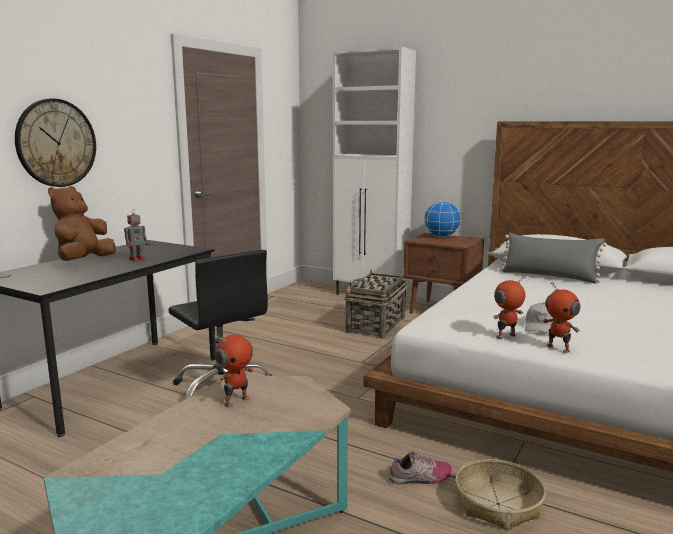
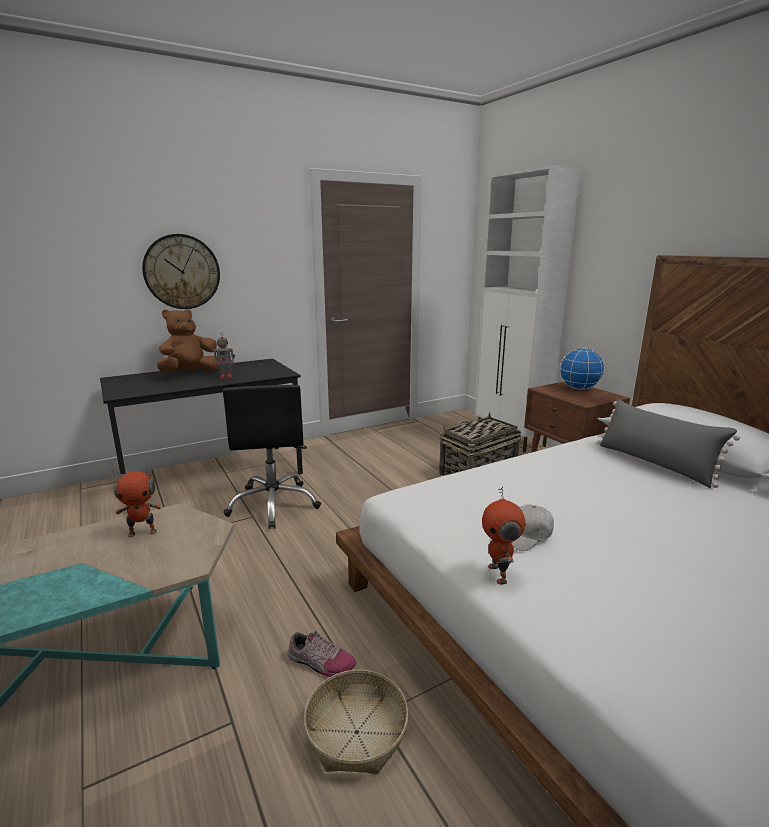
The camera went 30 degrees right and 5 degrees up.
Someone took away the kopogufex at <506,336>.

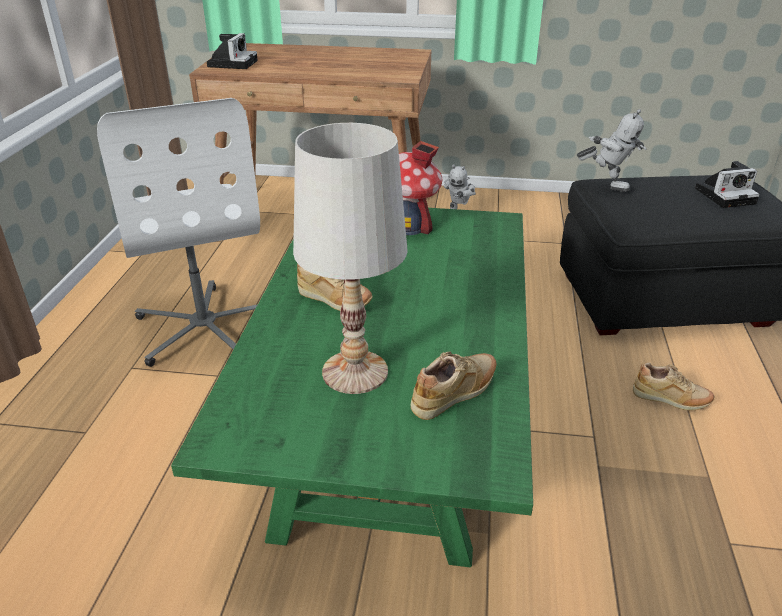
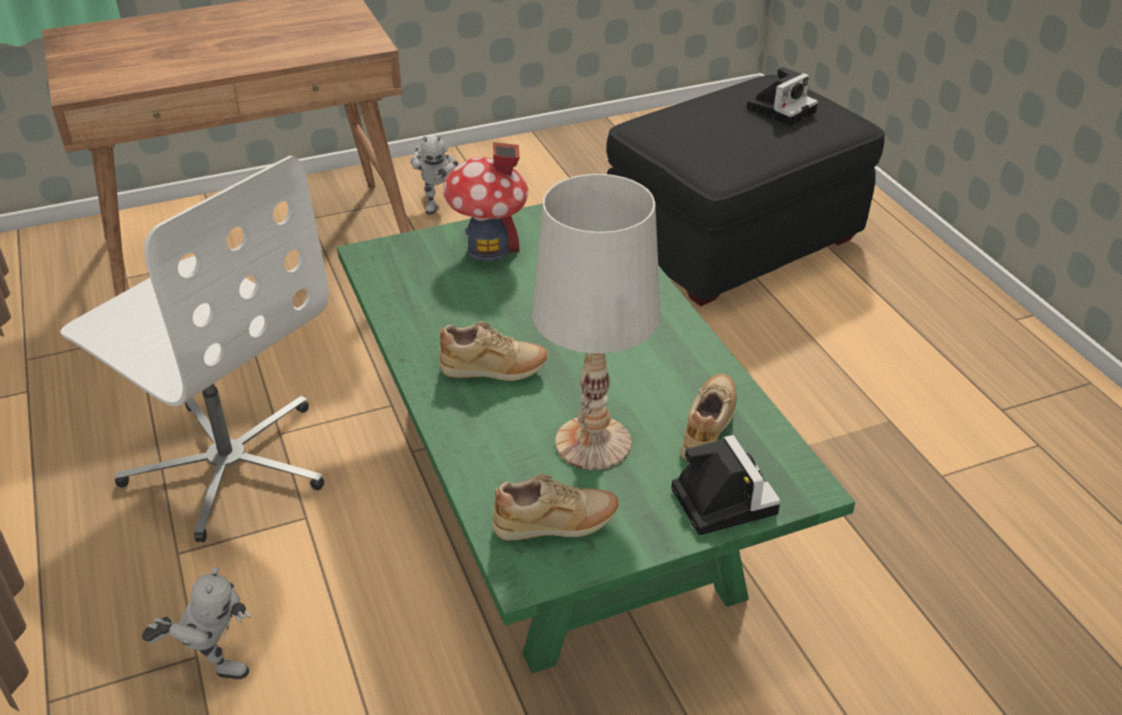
The camera went 30 degrees left and 5 degrees up.
Someone carried the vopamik from <232,63> to <720,498>.
Someone carried the kopogufex from <606,185> to <211,663>.
Someone carried the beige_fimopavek from <670,400> to <556,526>.

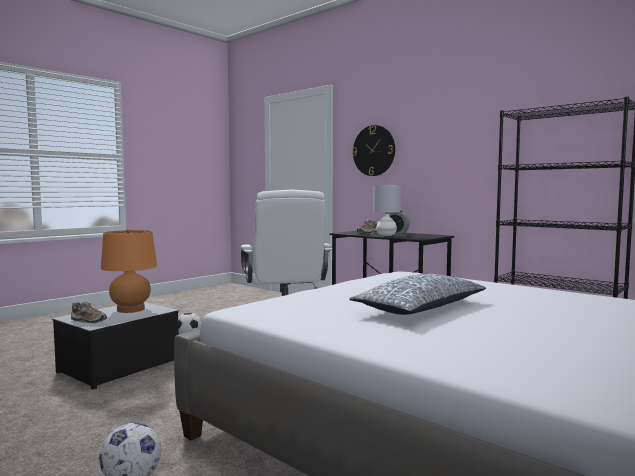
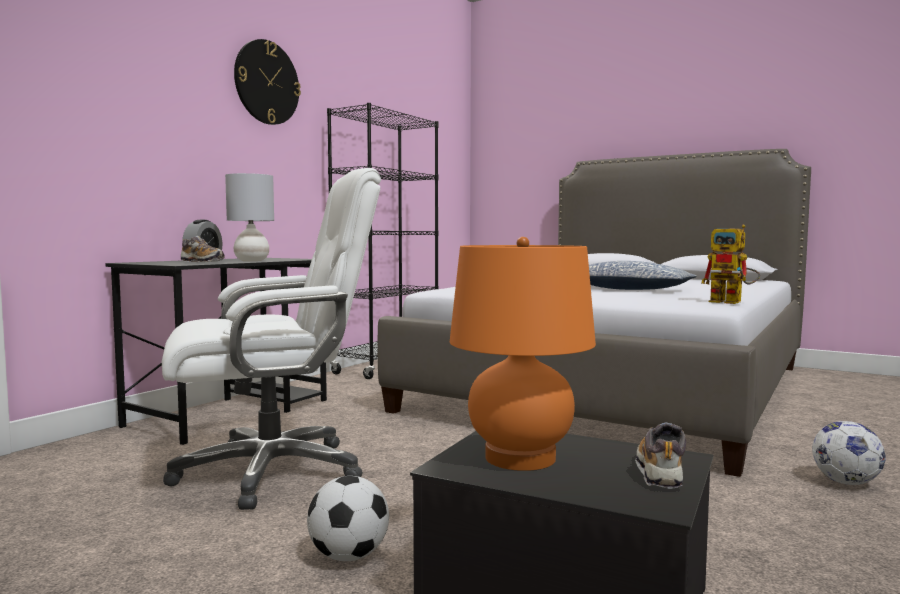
The camera went 100 degrees left and 0 degrees up.
Someone carried the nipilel from <374,150> to <267,82>.
Someone put down the kopogufex at <733,302>.

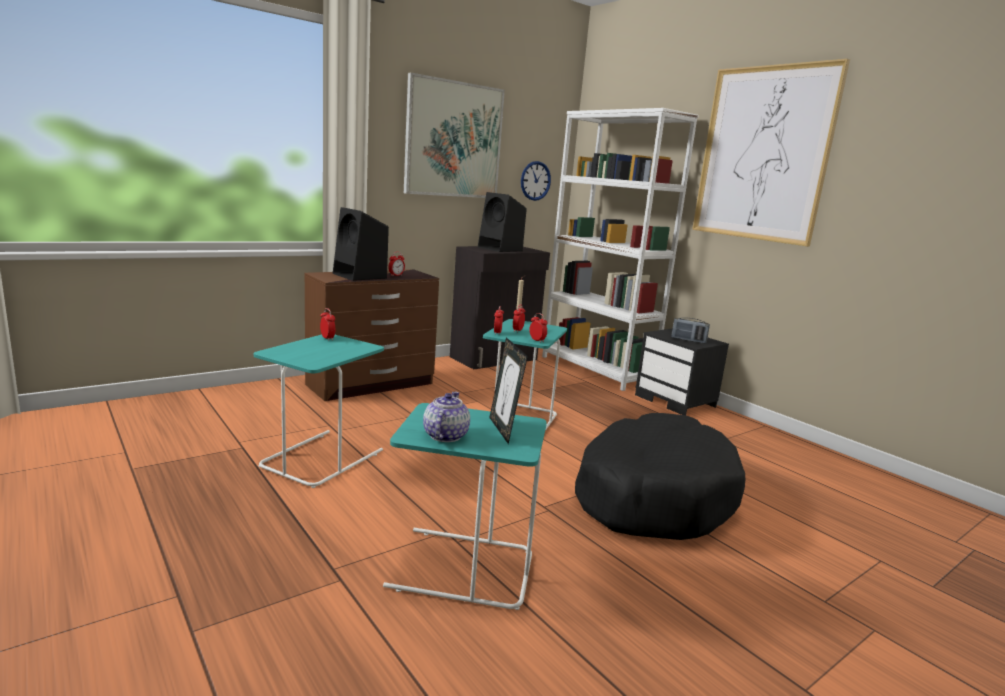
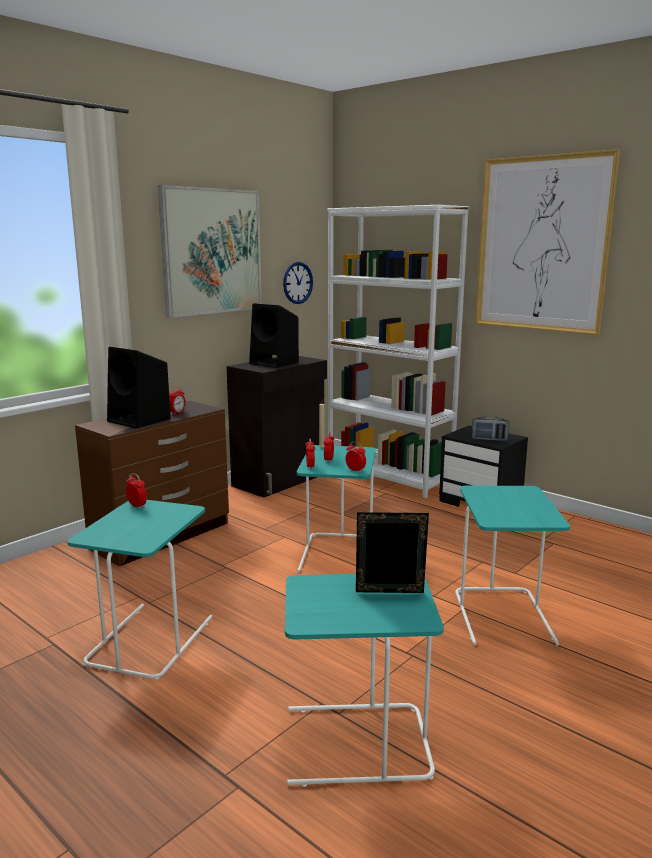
The camera went 10 degrees left and 0 degrees up.
Someone rotated the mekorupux at <503,430> by 120 degrees clockwise.
Someone took away the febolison at <445,436>.
Someone swapped the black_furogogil at <652,495> for the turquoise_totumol at <504,617>.

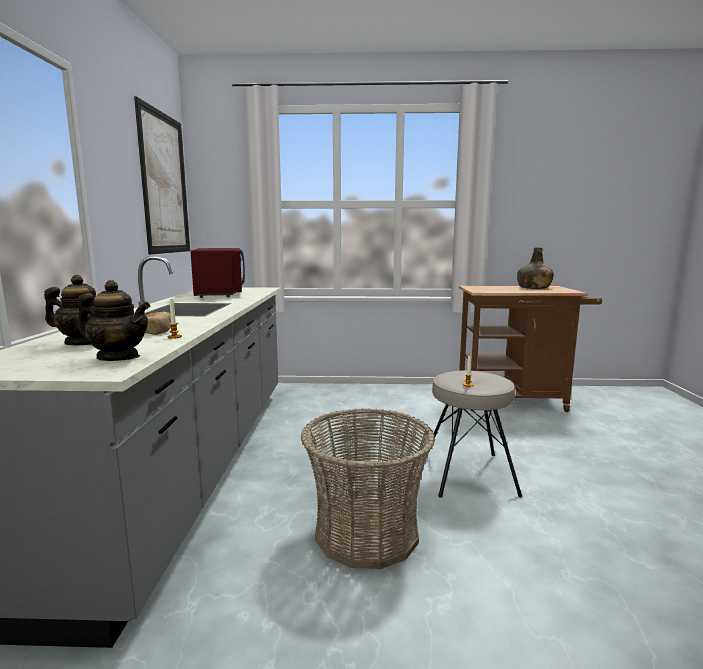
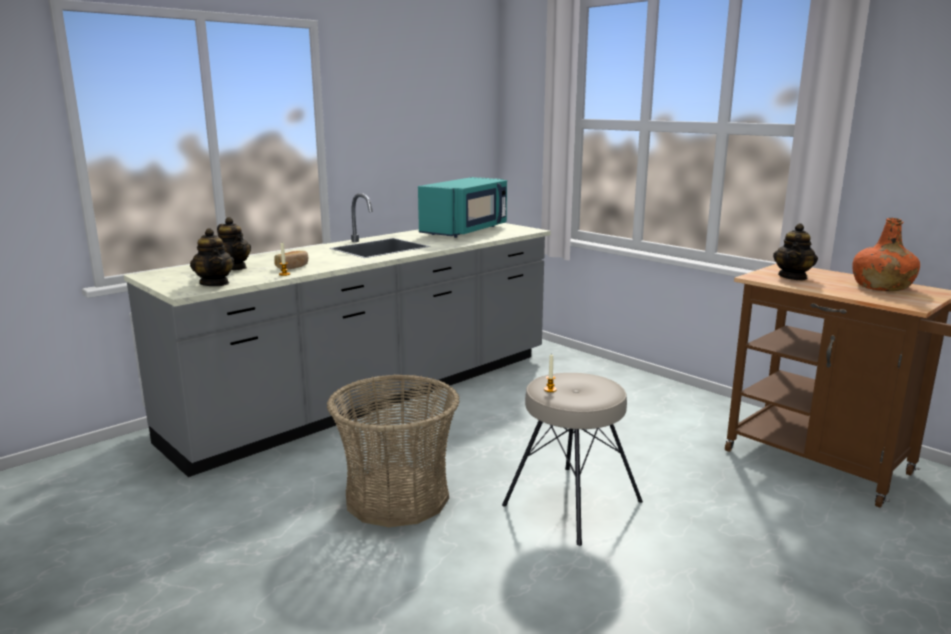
The camera went 45 degrees right and 5 degrees up.
Someone took away the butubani at <165,184>.
Someone repainted the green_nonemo at <533,288>, which became the orange_nonemo at <881,287>.
Someone repainted the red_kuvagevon at <220,293>, which became the turquoise_kuvagevon at <466,231>.
Someone put down the febolison at <793,277>.

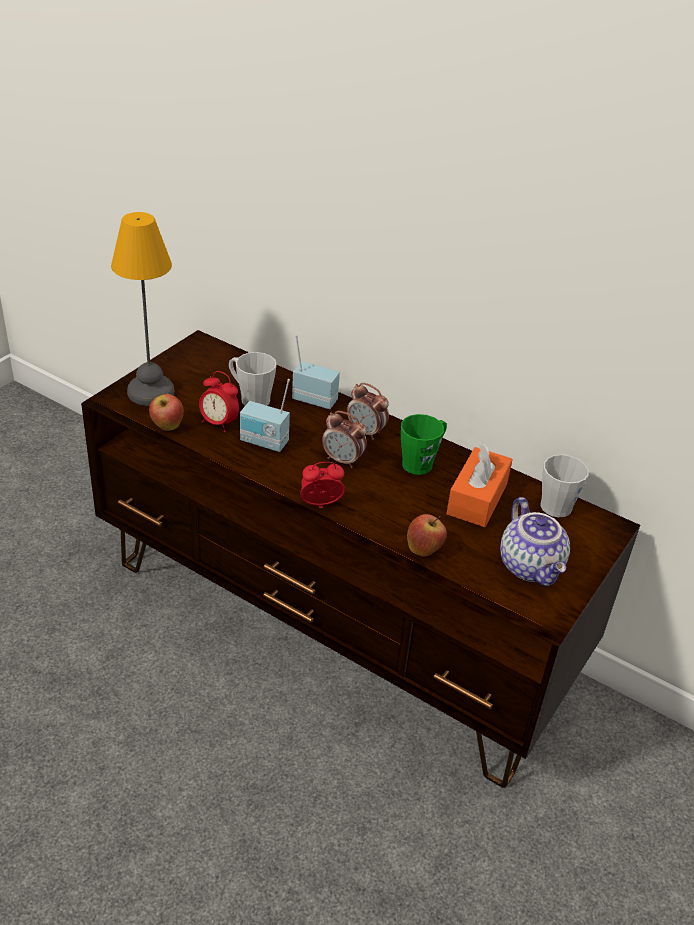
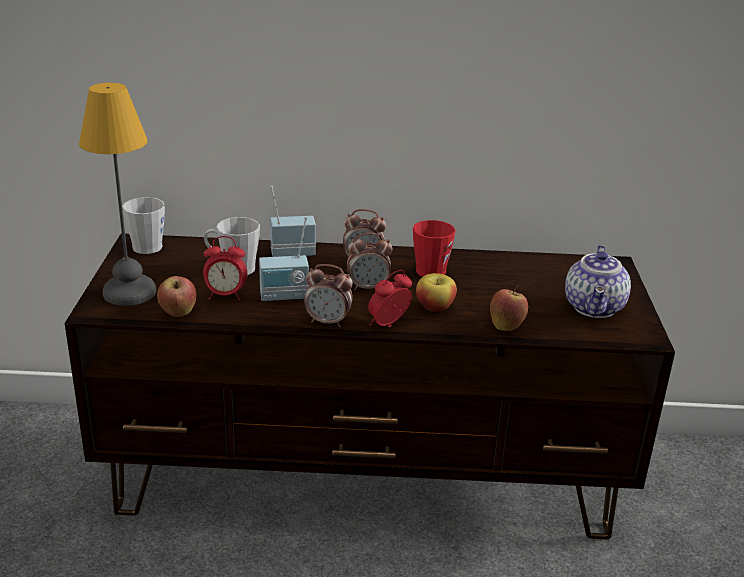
The camera went 30 degrees left and 10 degrees down.
Someone repainted the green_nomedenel at <421,462>, which became the red_nomedenel at <432,268>.
Someone took away the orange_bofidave at <477,498>.
Someone carried the grey_nomedenel from <556,502> to <146,244>.
Someone rotated the febolison at <532,567> by 60 degrees clockwise.
Someone put down the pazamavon at <328,322>.
Someone put down the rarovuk at <434,307>.

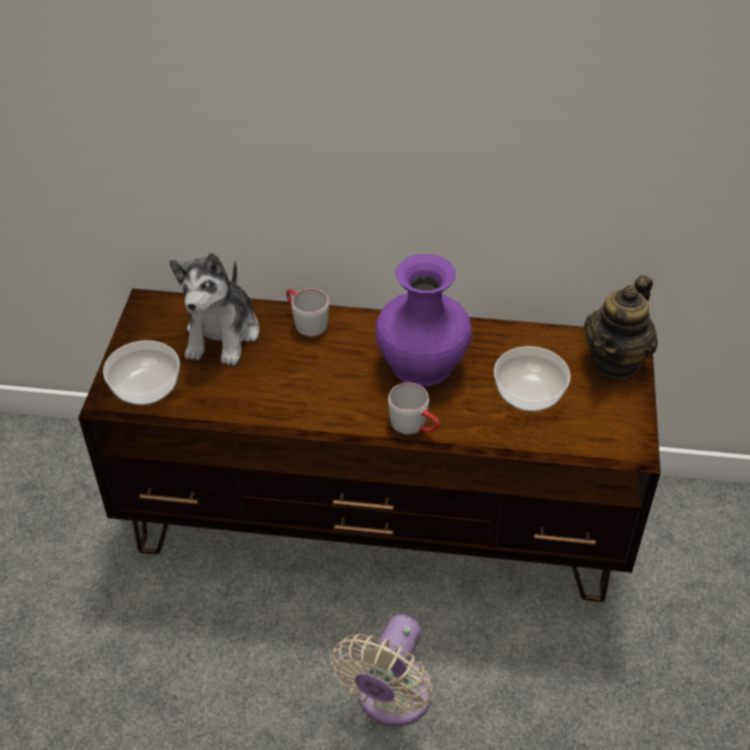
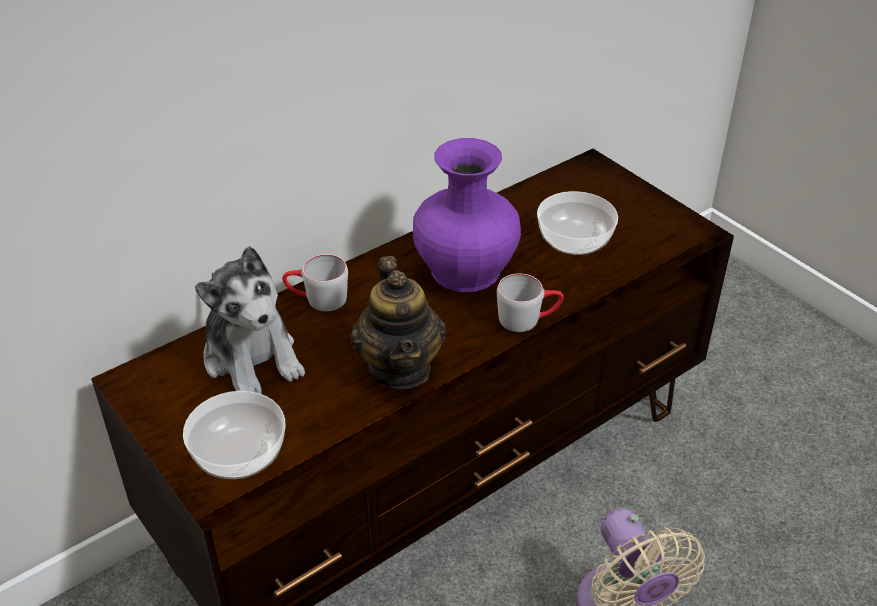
The camera went 45 degrees left and 5 degrees down.
Someone carried the febolison from <616,361> to <400,367>.

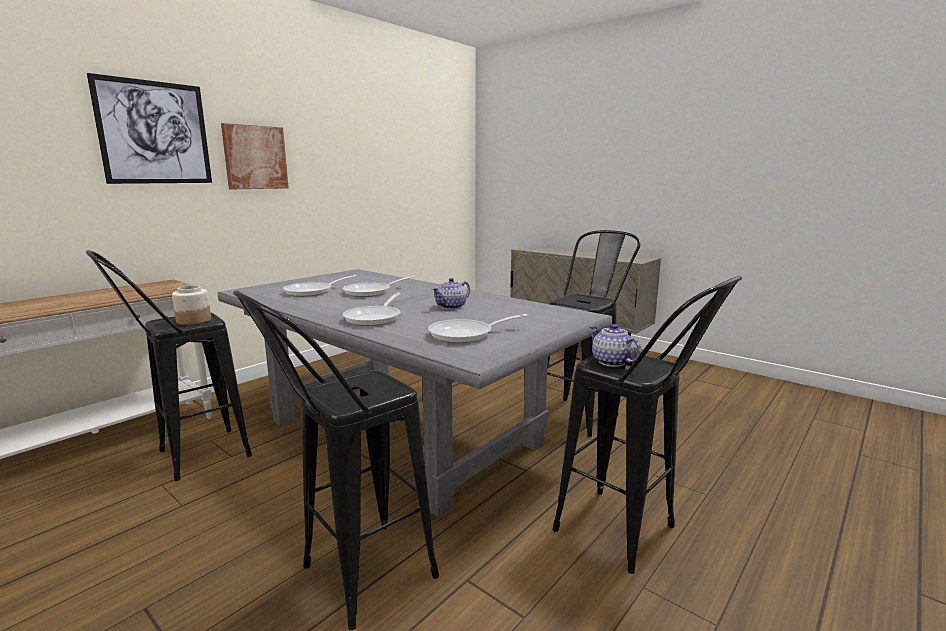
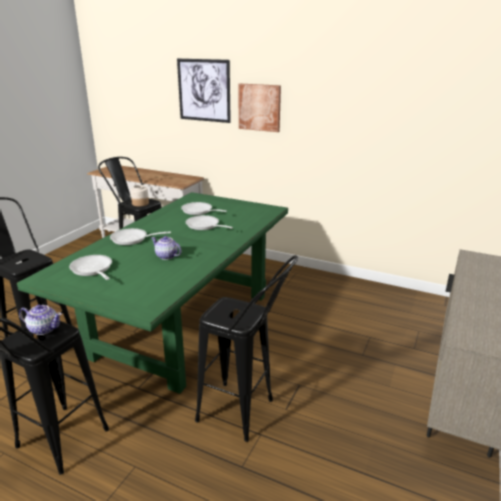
The camera went 75 degrees right and 10 degrees up.
Someone repainted the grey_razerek at <403,432>, which became the green_razerek at <183,324>.
Someone rotated the febolison at <612,362> by 60 degrees clockwise.

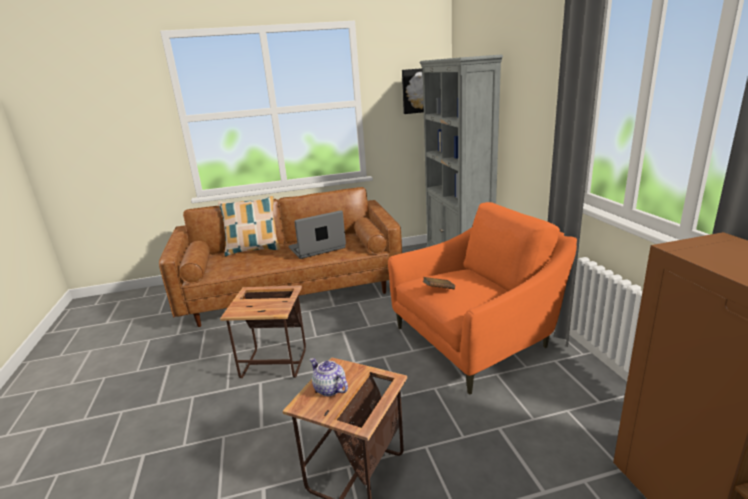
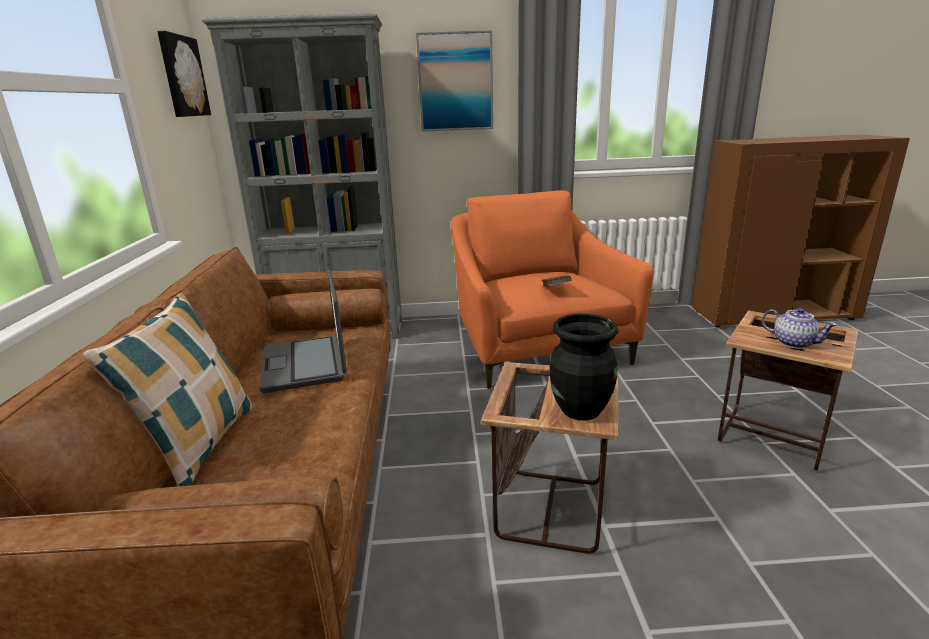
The camera went 80 degrees left and 0 degrees up.
Someone rotated the febolison at <329,389> by 105 degrees counterclockwise.
Someone put up the butubani at <455,82>.
Someone put down the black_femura at <581,409>.

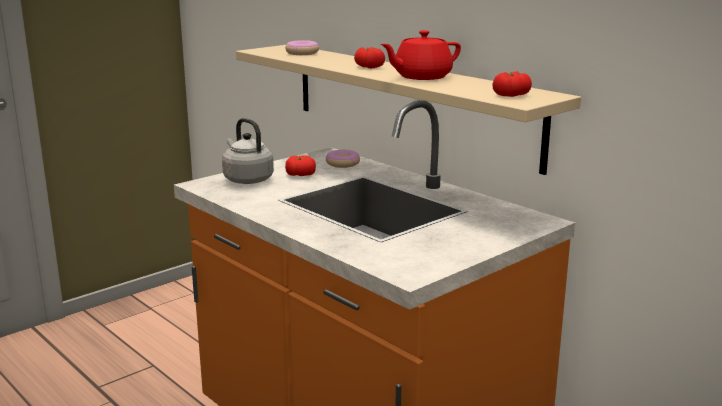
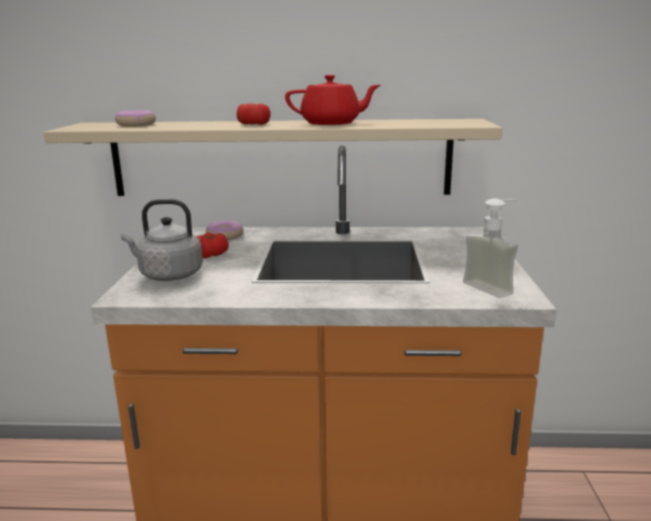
The camera went 45 degrees left and 0 degrees up.
Someone rotated the red_febolison at <421,77> by 105 degrees counterclockwise.
Someone took away the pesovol at <511,95>.
Someone put down the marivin at <494,286>.

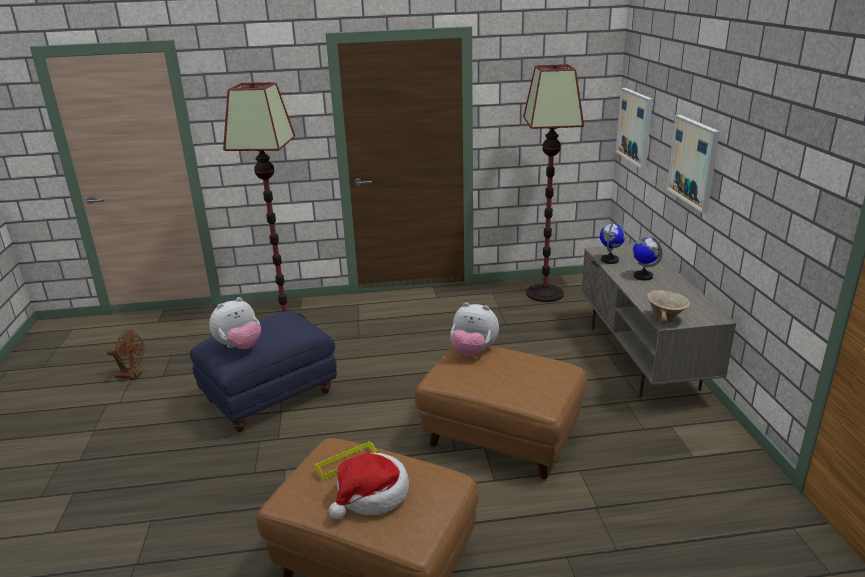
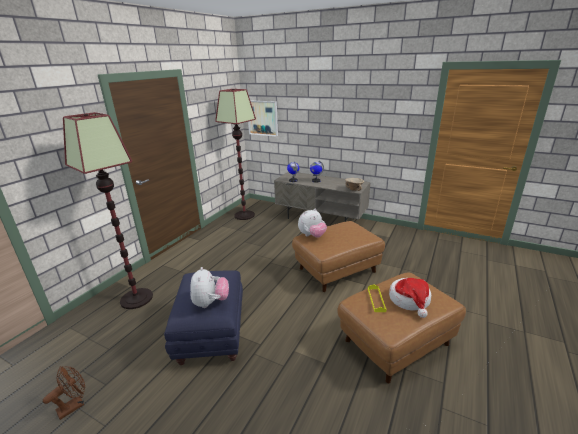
The camera went 55 degrees left and 0 degrees up.
Someone took away the butubani at <693,162>.

